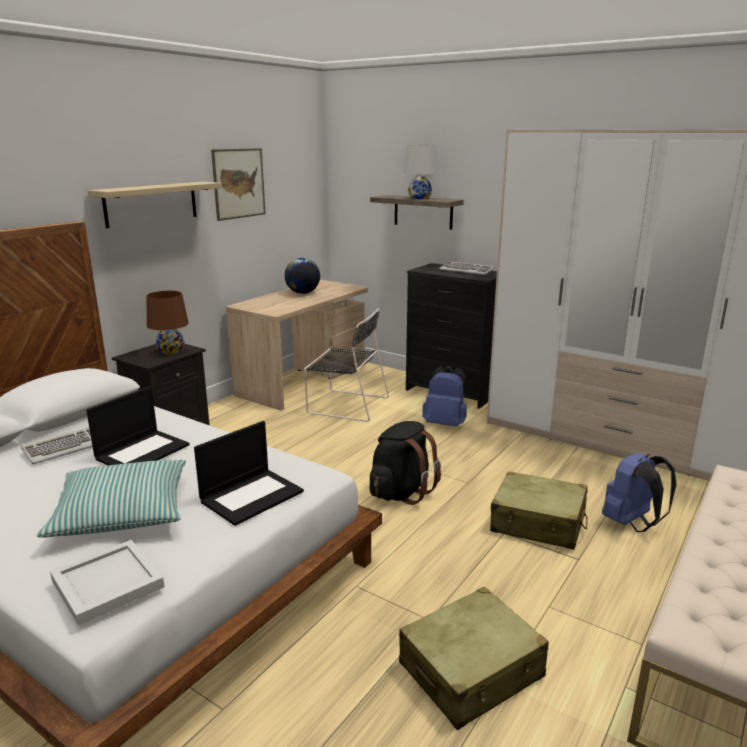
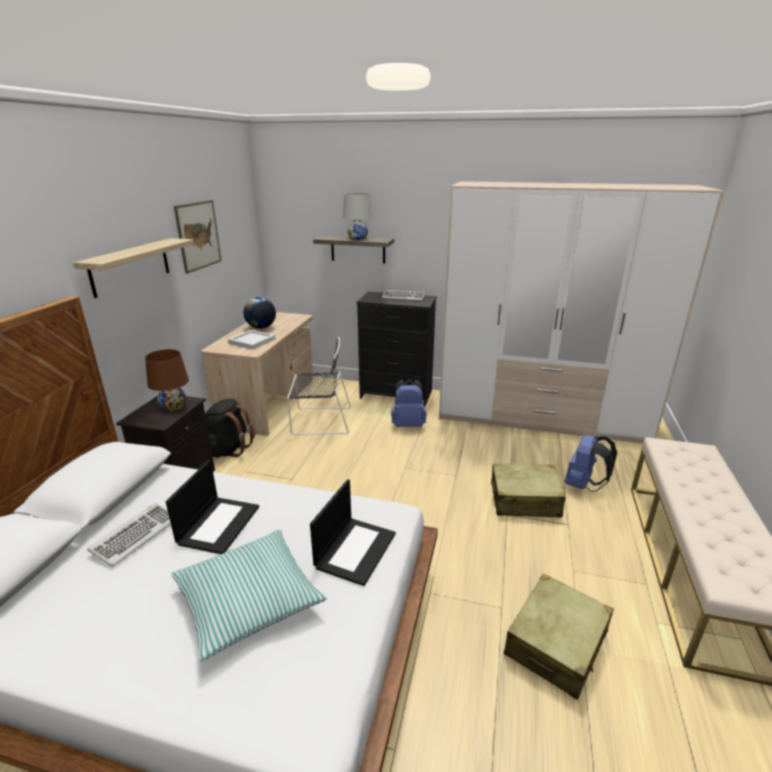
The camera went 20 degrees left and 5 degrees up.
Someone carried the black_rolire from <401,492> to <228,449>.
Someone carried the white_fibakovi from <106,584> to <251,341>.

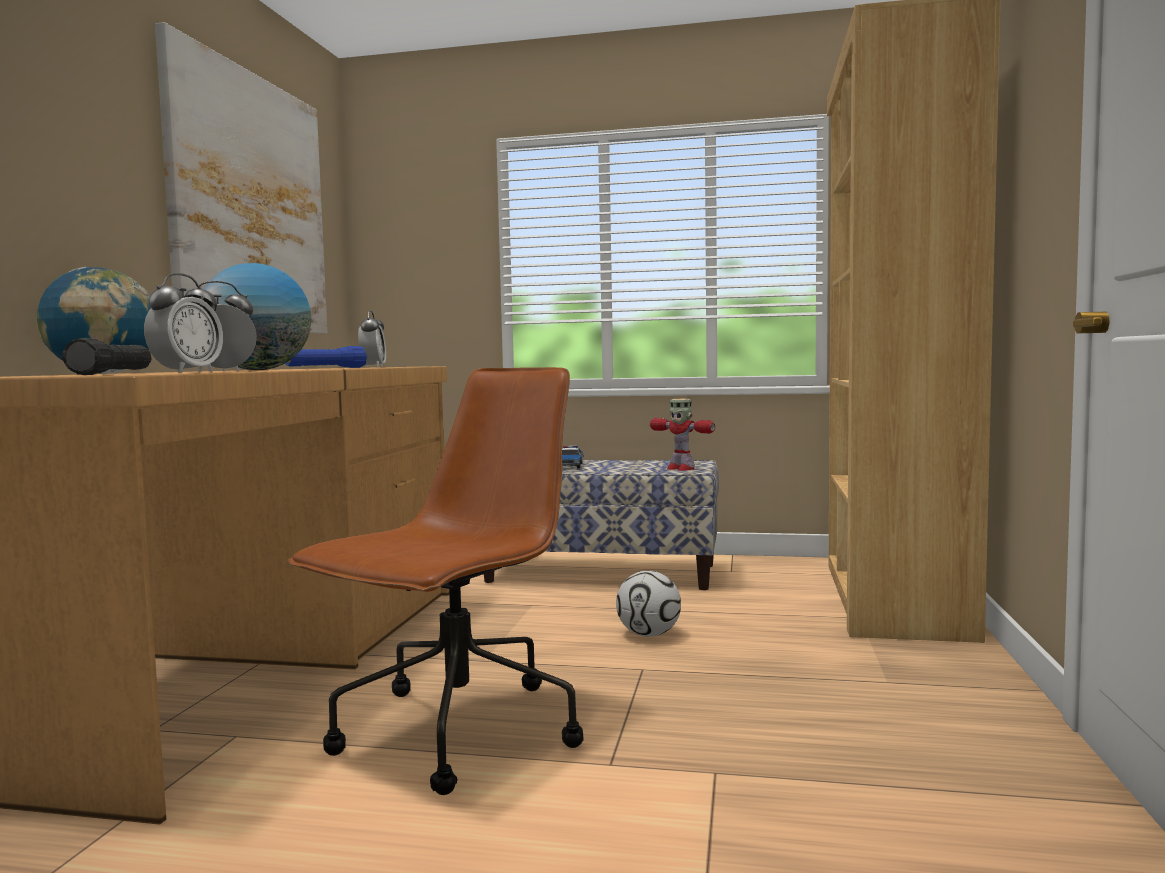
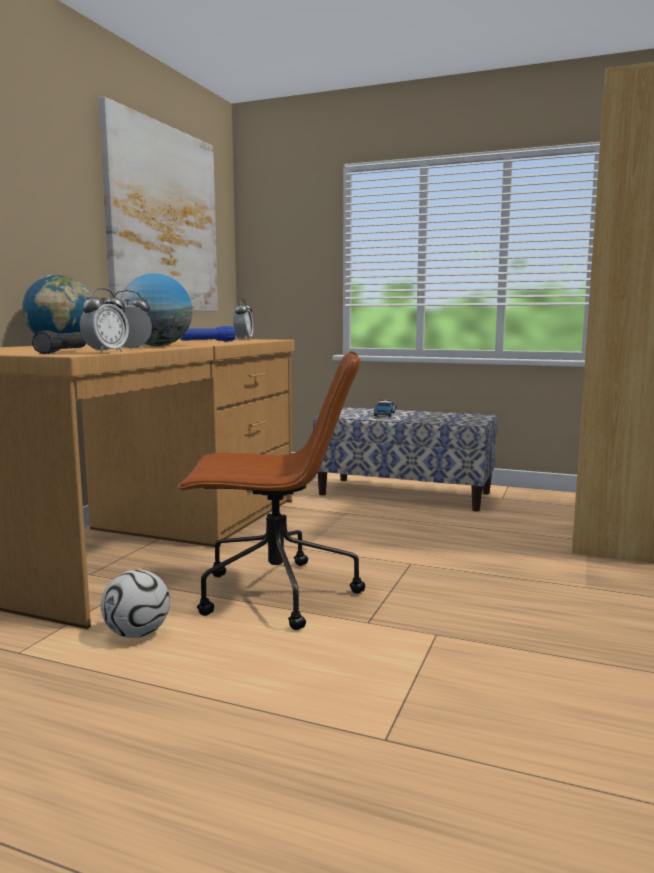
The camera went 10 degrees right and 5 degrees up.
Someone rotated the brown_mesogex at <457,733> by 45 degrees clockwise.
Someone took away the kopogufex at <680,468>.
Someone carried the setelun from <649,634> to <137,634>.

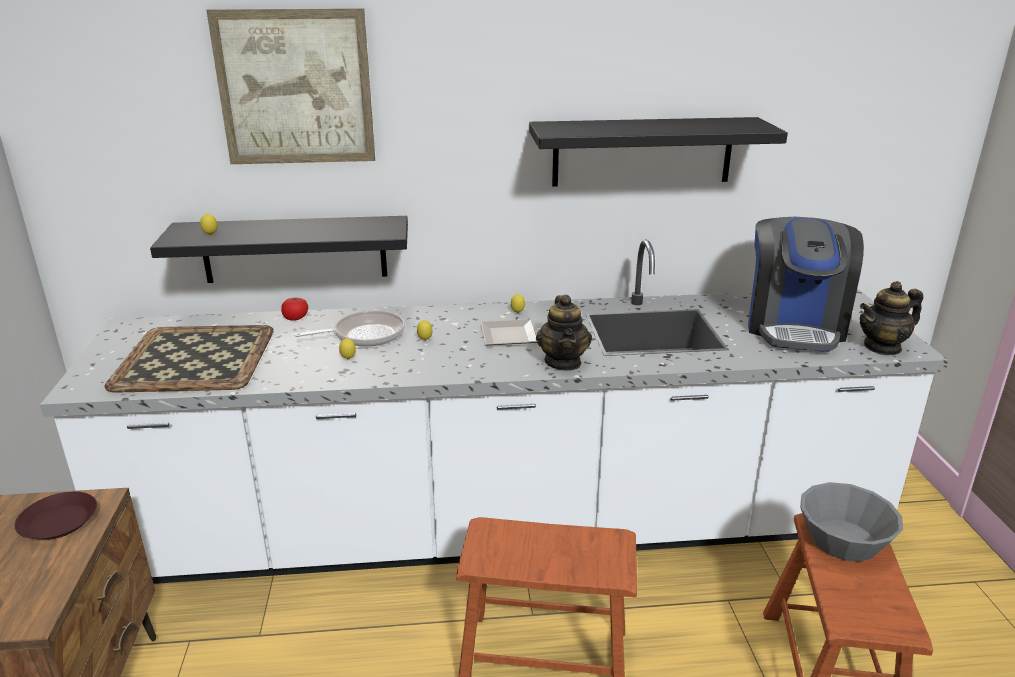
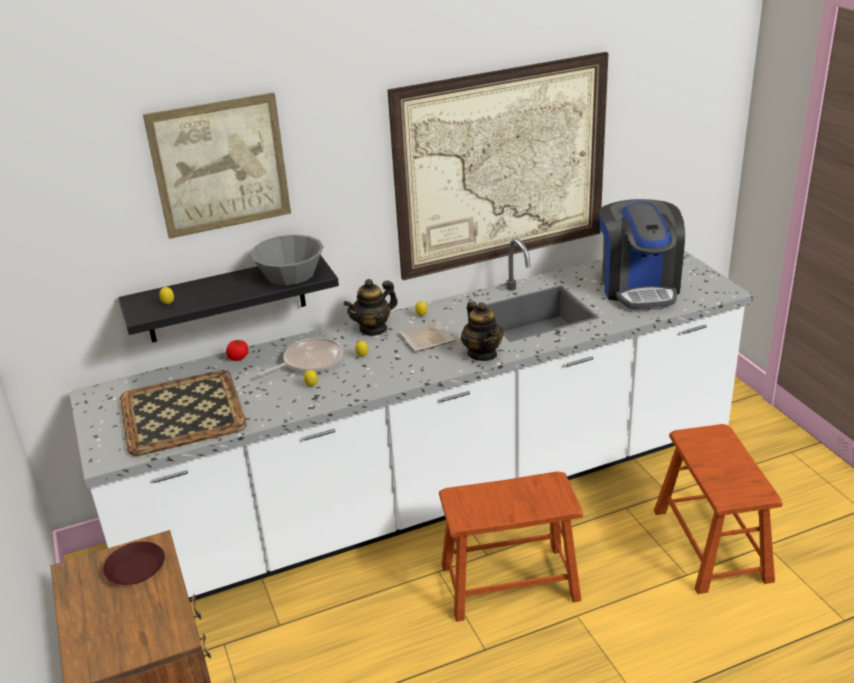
The camera went 15 degrees left and 5 degrees up.
Someone swapped the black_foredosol at <642,151> for the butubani at <501,166>.
Someone carried the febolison from <882,347> to <373,328>.
Someone carried the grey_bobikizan from <843,539> to <290,273>.

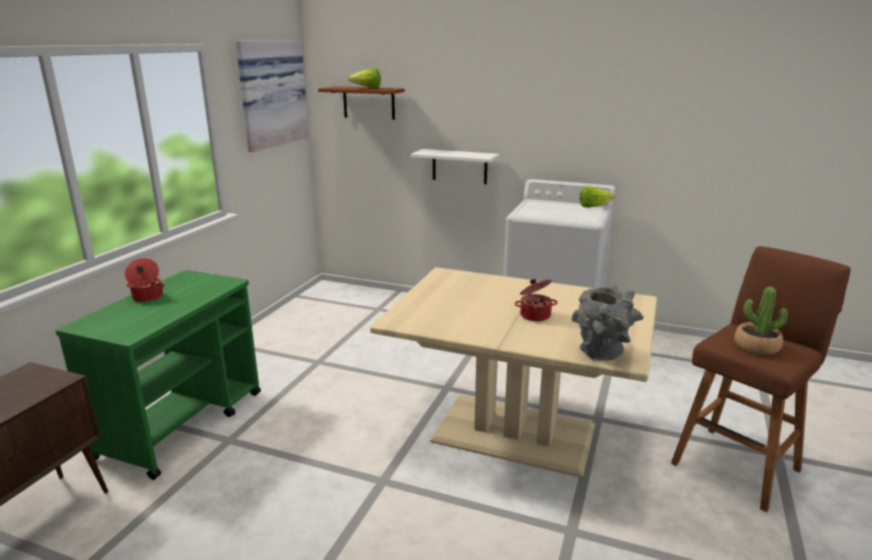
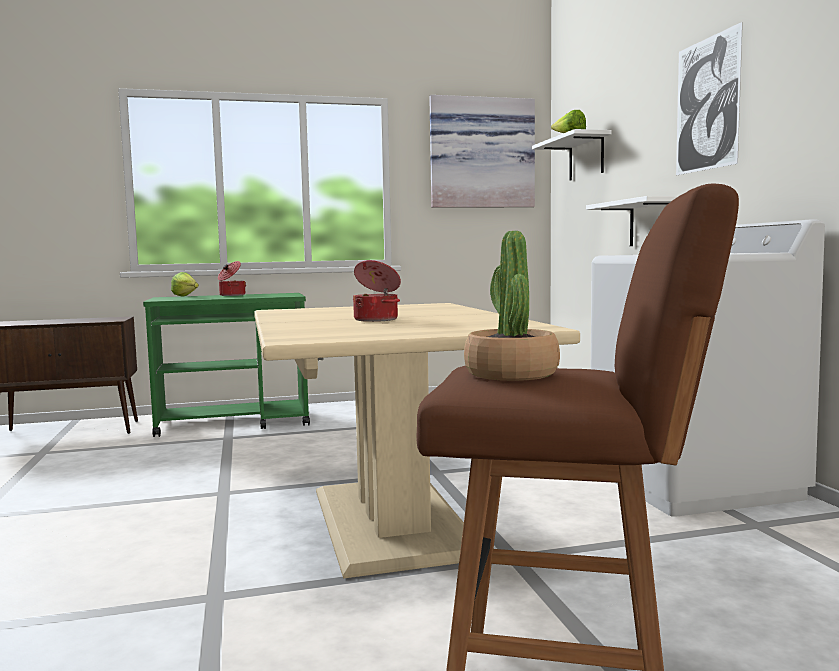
The camera went 55 degrees right and 15 degrees down.
Someone repainted the brown_foredosol at <369,103>, which became the white_foredosol at <586,157>.
Someone carried the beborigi from <593,207> to <186,296>.
Someone took away the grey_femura at <603,354>.
Someone put up the butubani at <706,104>.

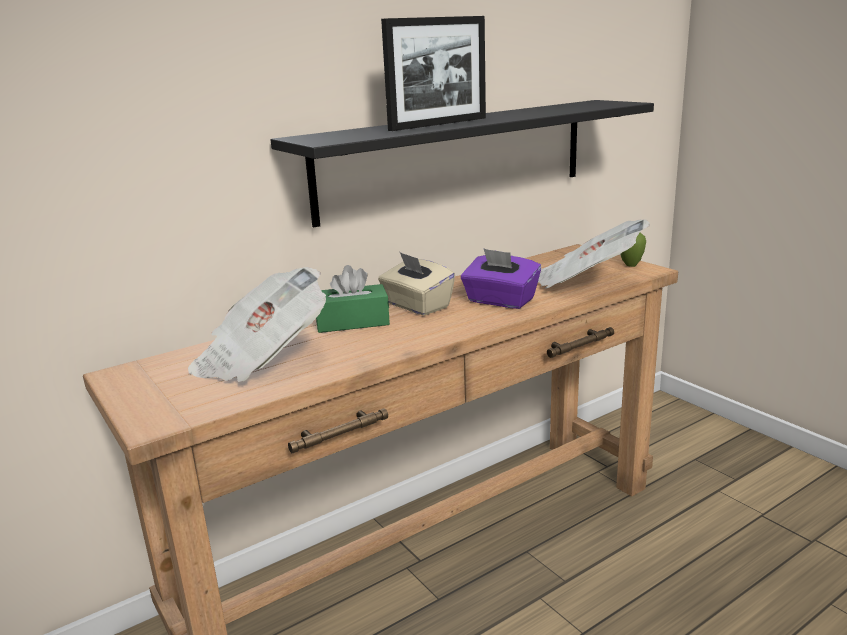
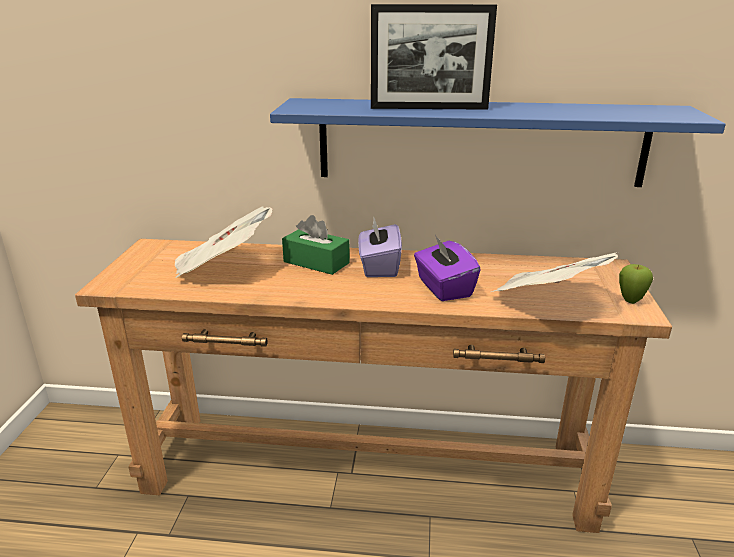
The camera went 40 degrees right and 5 degrees up.
Someone repainted the black_foredosol at <457,158>, which became the blue_foredosol at <480,142>.
Someone repainted the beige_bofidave at <416,306>, which became the purple_bofidave at <379,267>.

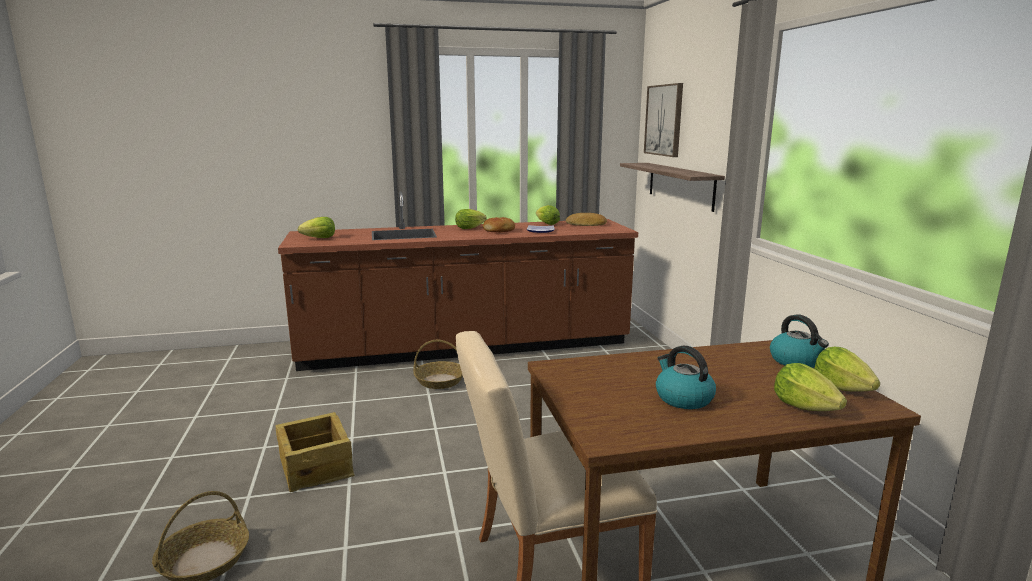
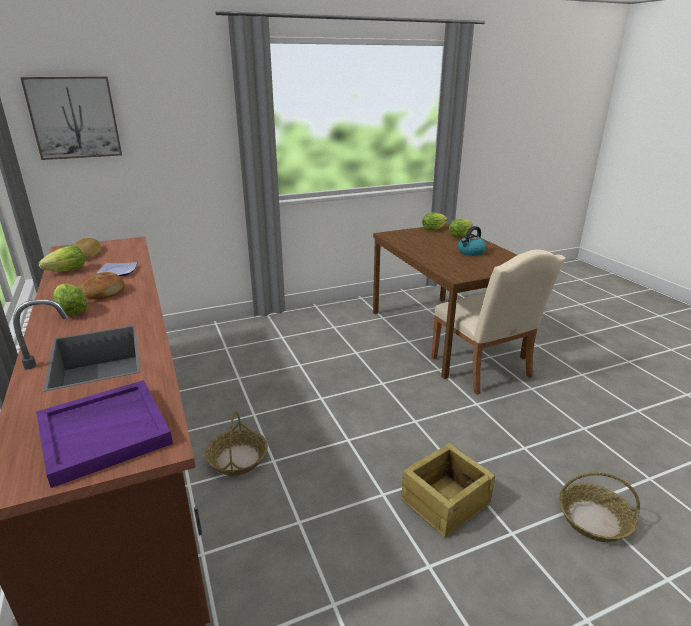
The camera went 100 degrees left and 10 degrees up.
Someone took away the foredosol at <680,185>.
Someone swapped the beborigi at <319,238> for the purple_fibakovi at <105,432>.
Someone took away the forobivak at <796,361>.

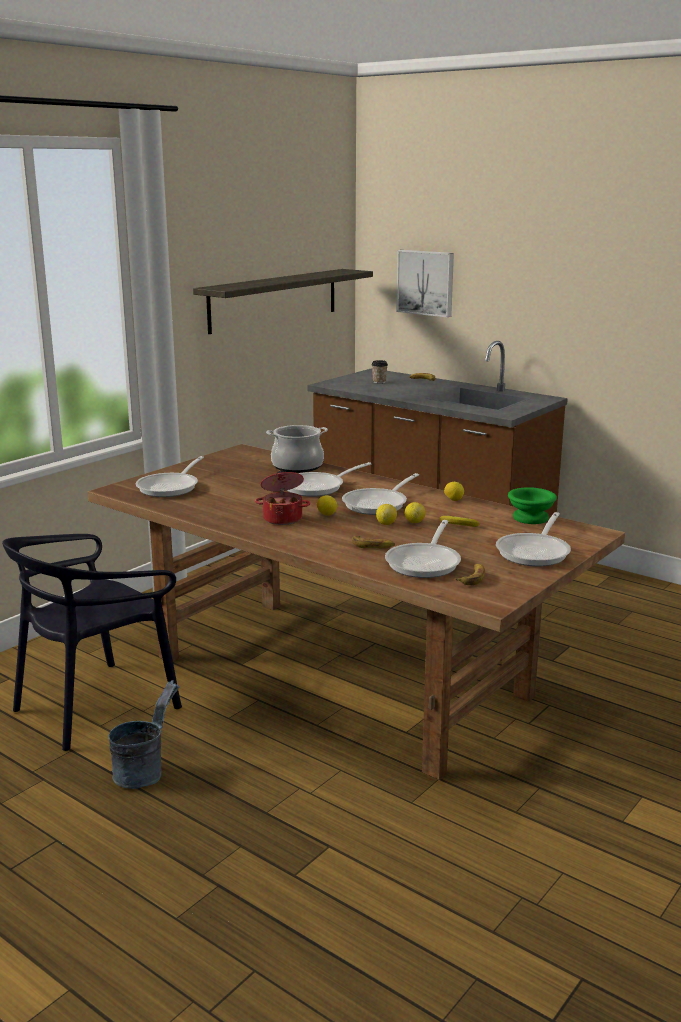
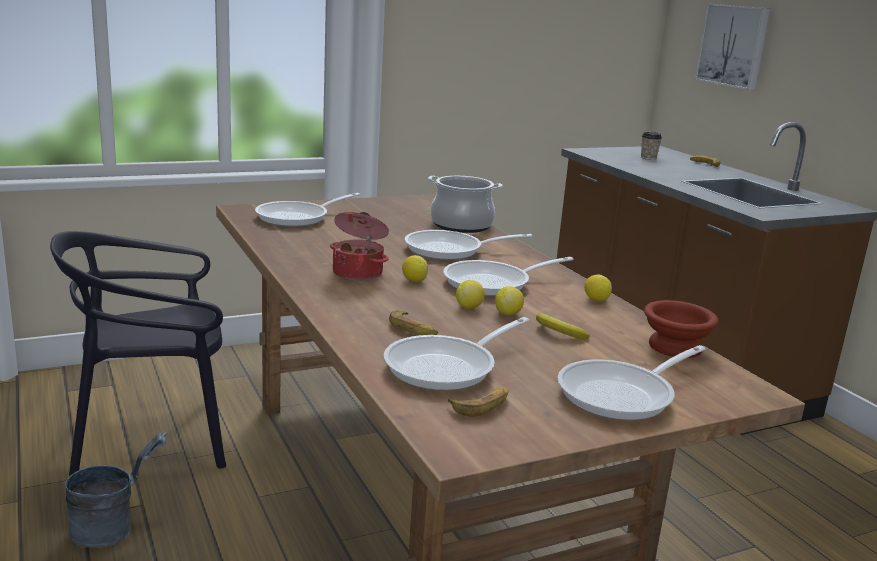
The camera went 25 degrees right and 0 degrees up.
Someone took away the foredosol at <274,300>.
Someone repainted the green_bobikizan at <529,518>, which became the brown_bobikizan at <673,346>.

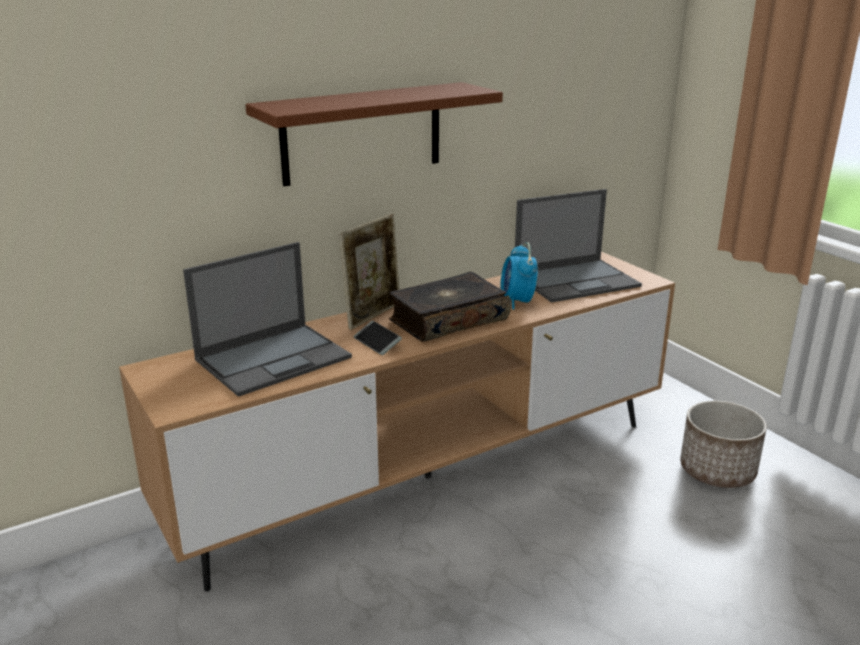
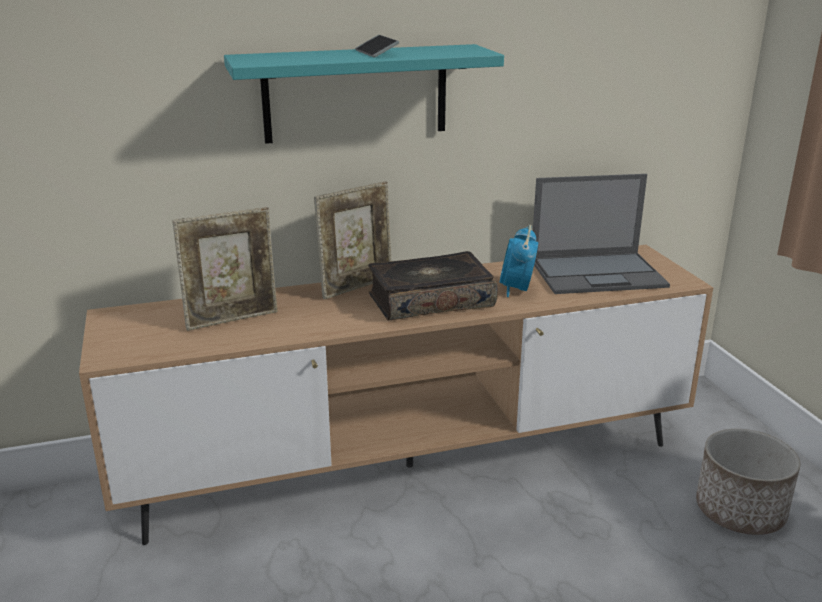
The camera went 15 degrees right and 0 degrees up.
Someone repainted the brown_foredosol at <362,133>, which became the turquoise_foredosol at <355,93>.
Someone swapped the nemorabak at <274,358> for the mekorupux at <232,319>.
Someone carried the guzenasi from <377,343> to <376,53>.

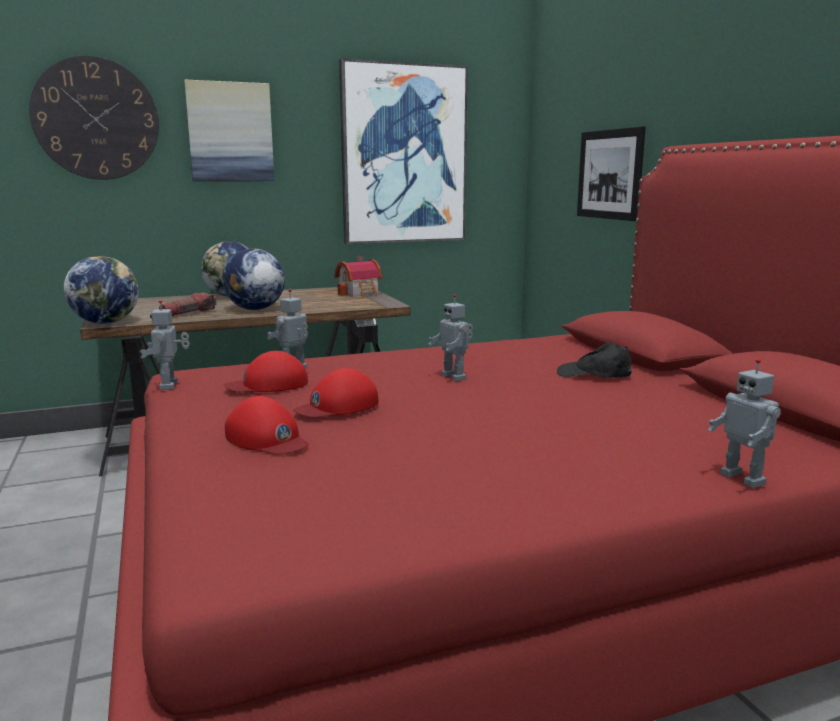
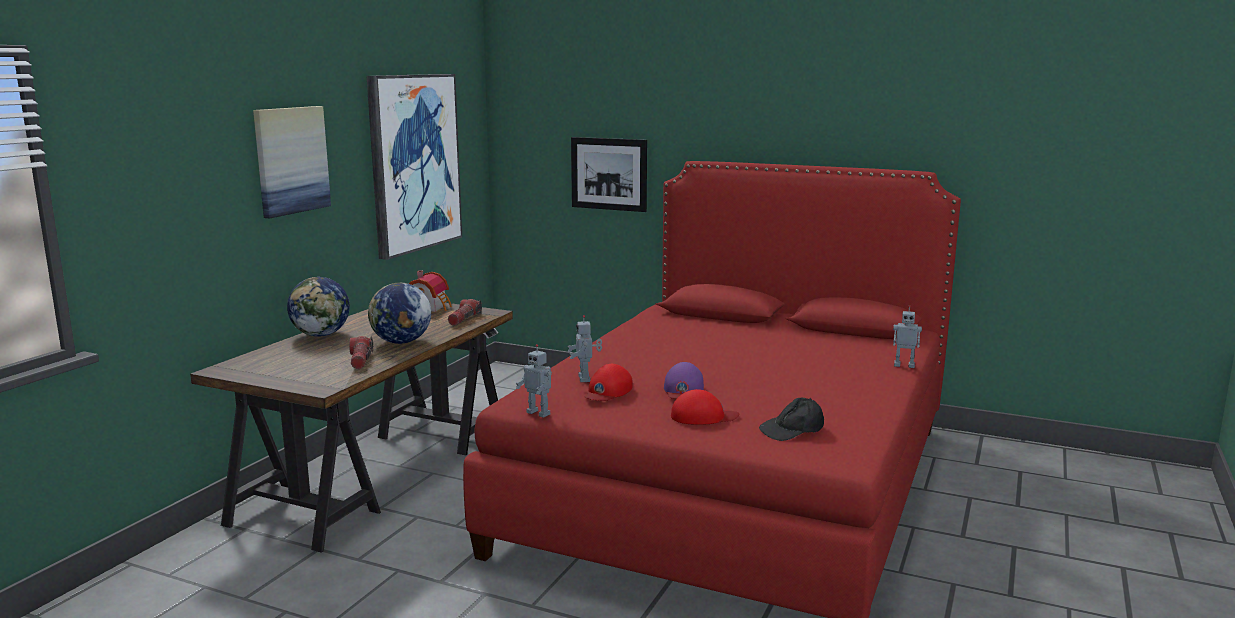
The camera went 45 degrees left and 0 degrees up.
Someone took away the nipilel at <96,119>.
Someone took away the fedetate at <106,322>.
Someone took away the kopogufex at <454,377>.
Someone carried the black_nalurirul from <594,373> to <792,429>.
Someone repainted the red_nalurirul at <337,406>, which became the purple_nalurirul at <683,389>.
Someone put down the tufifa at <464,319>.

